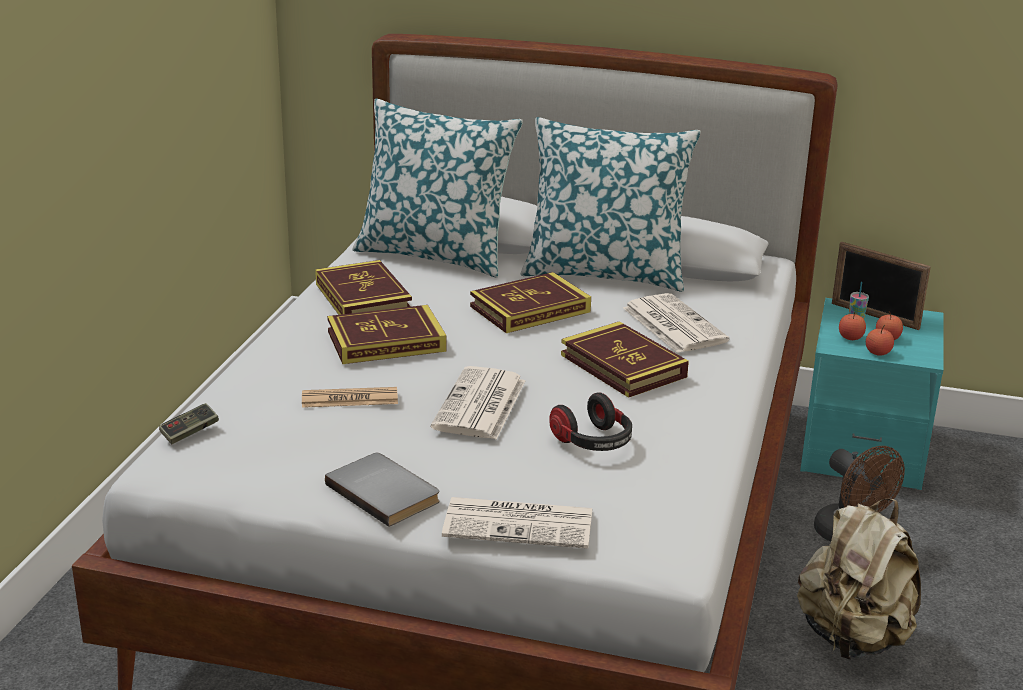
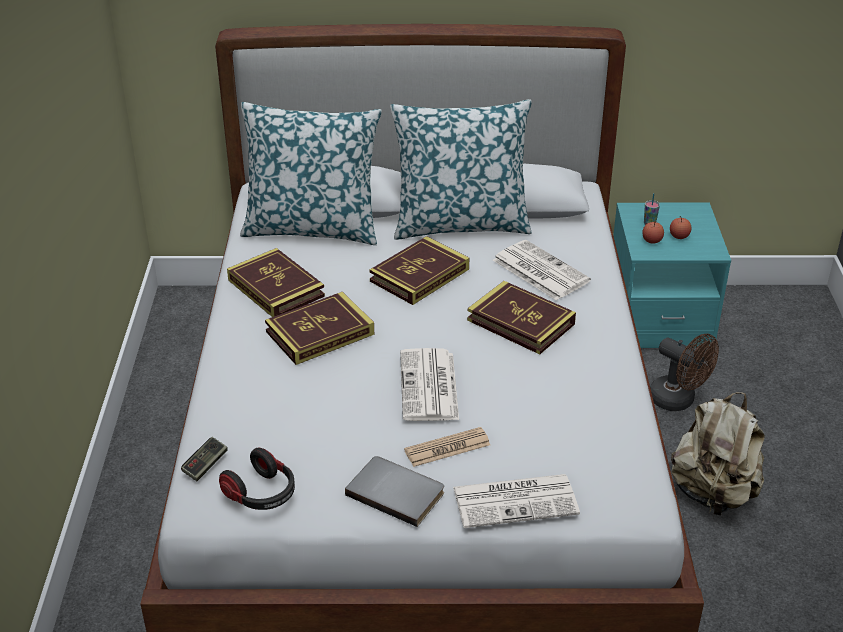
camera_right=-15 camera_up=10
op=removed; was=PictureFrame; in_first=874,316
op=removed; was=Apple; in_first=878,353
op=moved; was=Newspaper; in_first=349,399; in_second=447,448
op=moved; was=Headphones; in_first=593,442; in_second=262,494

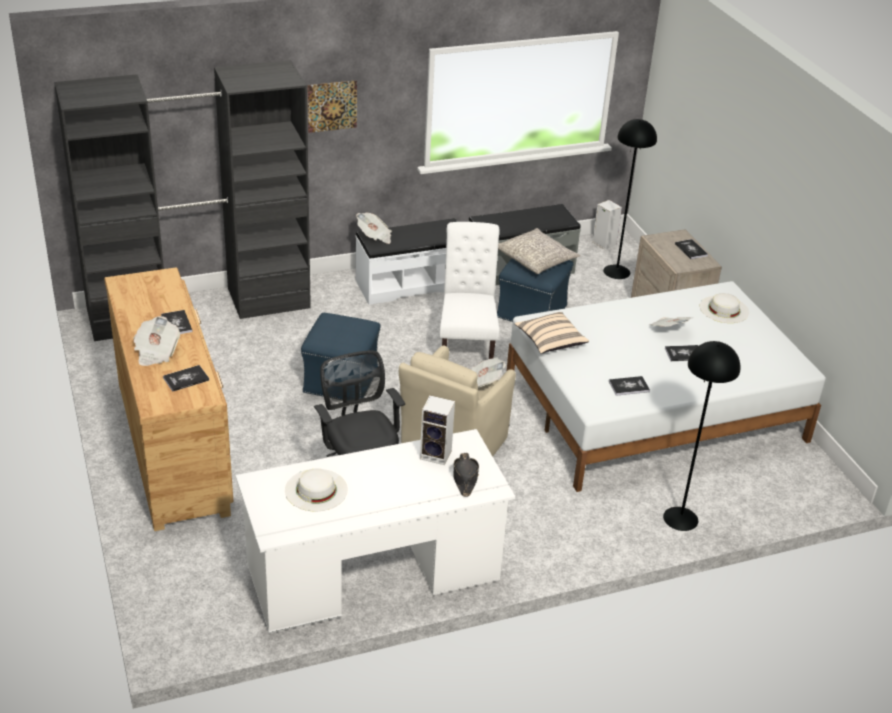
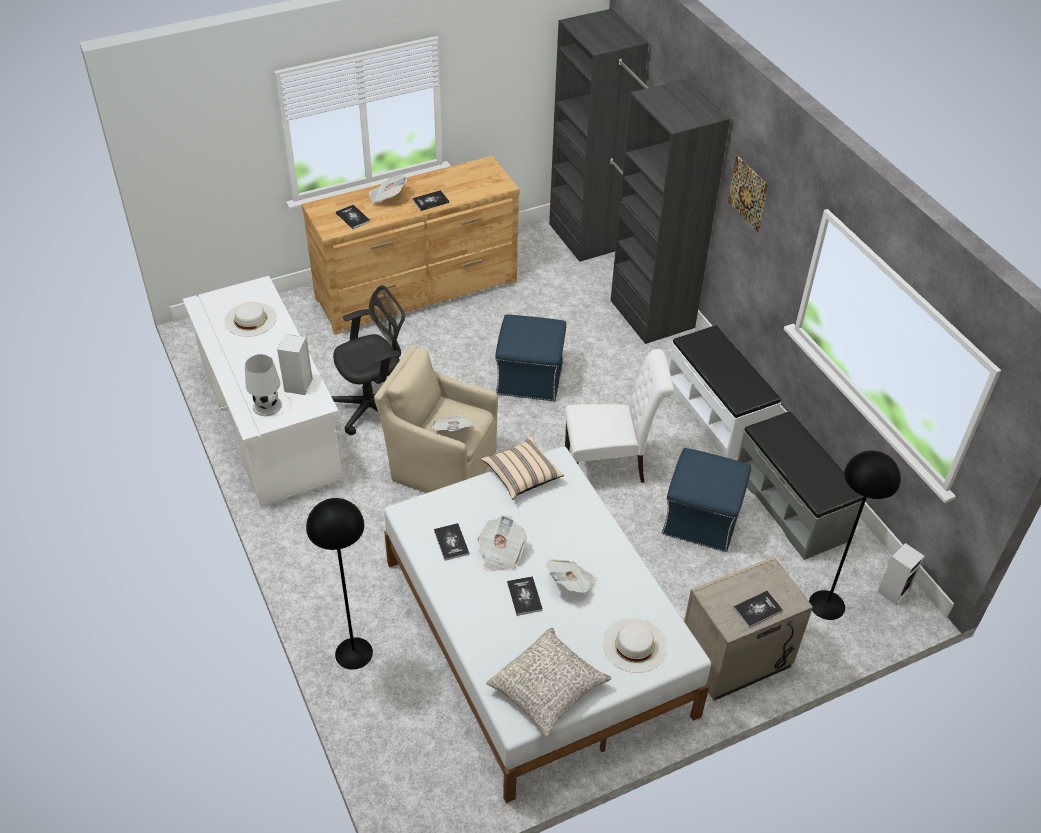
camera_right=85 camera_up=10
op=moved; was=Newspaper; in_first=374,237; in_second=500,553
op=moved; was=GreyPillow; in_first=536,259; in_second=547,688
op=replaced; was=BlackHat; now=WhiteTableLamp; in_first=465,478; in_second=266,405

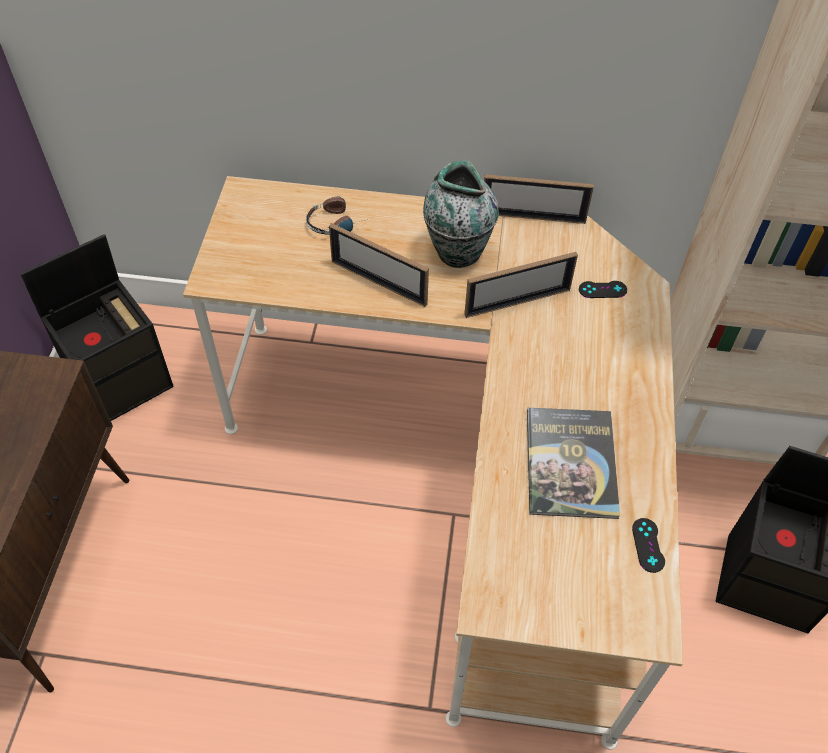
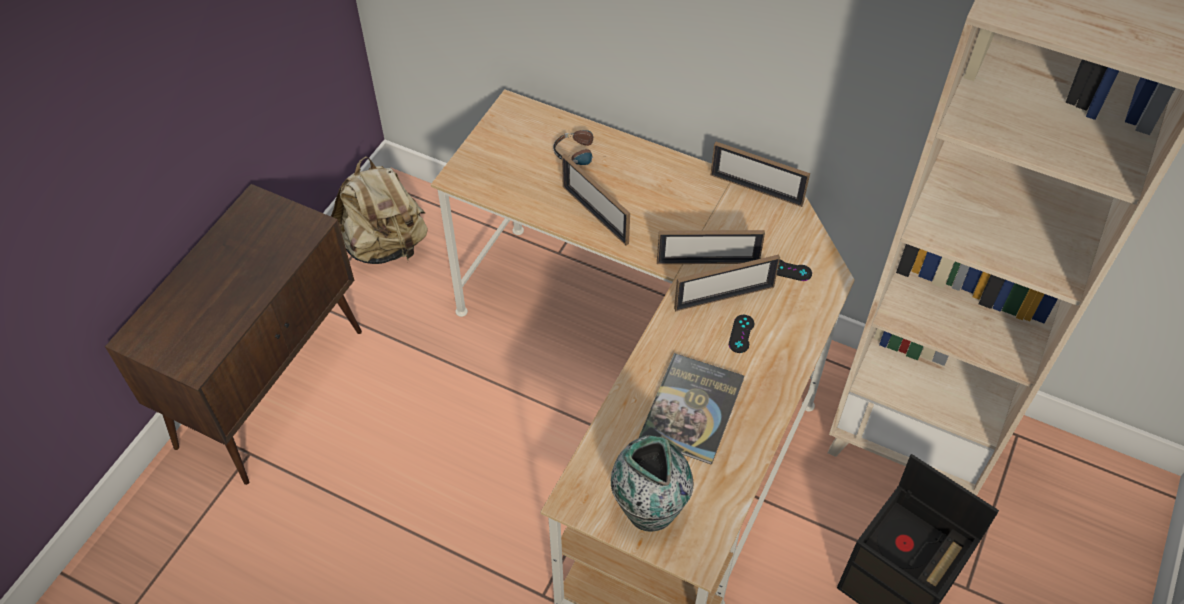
camera_right=20 camera_up=0
op=moved; was=Vase; in_first=457,251; in_second=649,508
op=replaced; was=BlackStorageBox; now=BeigeBackpack; in_first=123,381; in_second=384,245
op=moved; was=BlackGameController; in_first=648,545; in_second=741,334
op=added; now=PictureFrame; in_second=724,297

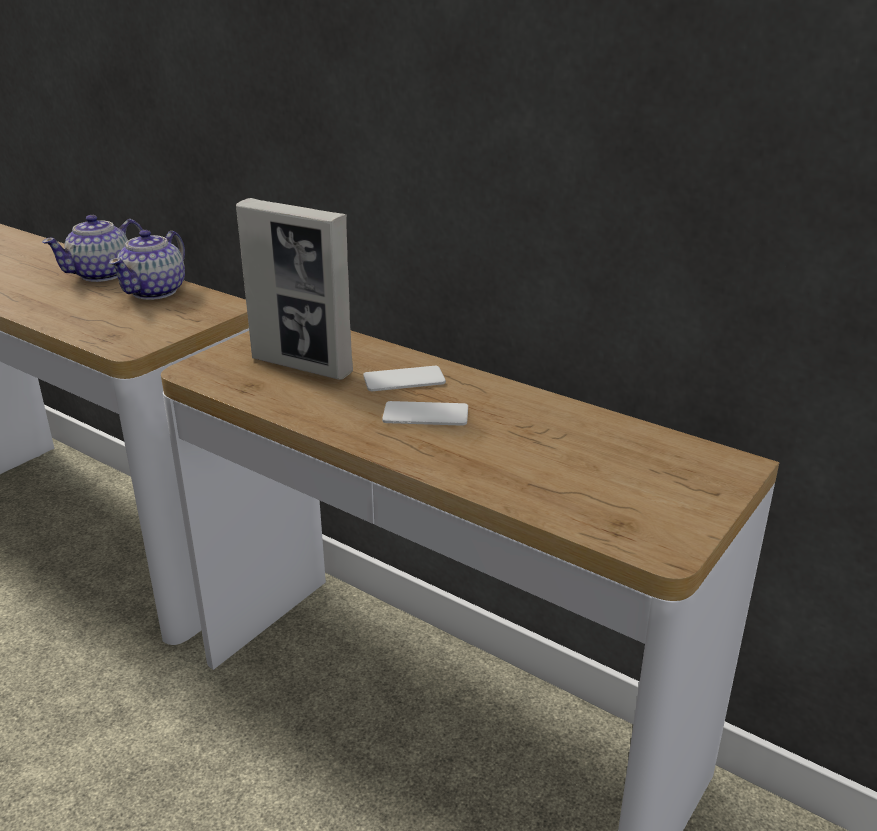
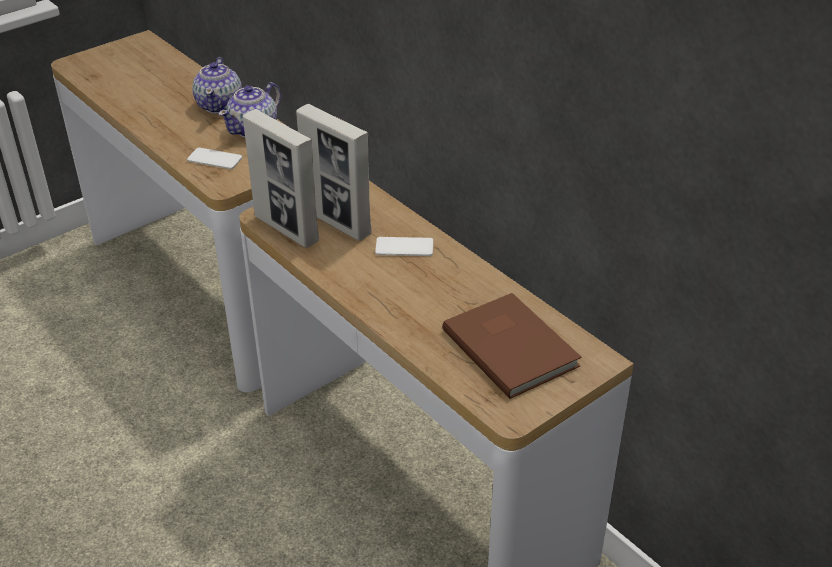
camera_right=15 camera_up=10
op=turned; was=Teapot; in_first=103,274; in_second=220,105; clockwise=-60
op=moved; was=Phone; in_first=425,415; in_second=214,159
op=added; now=PictureFrame; in_second=286,229
op=added; now=BrownBook; in_second=511,345

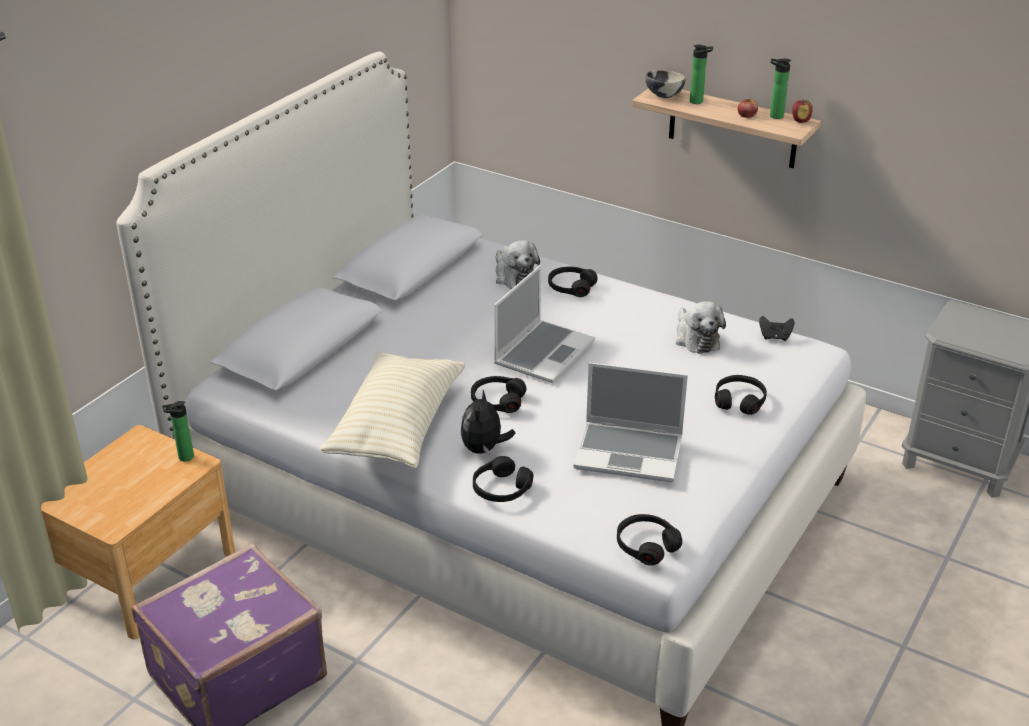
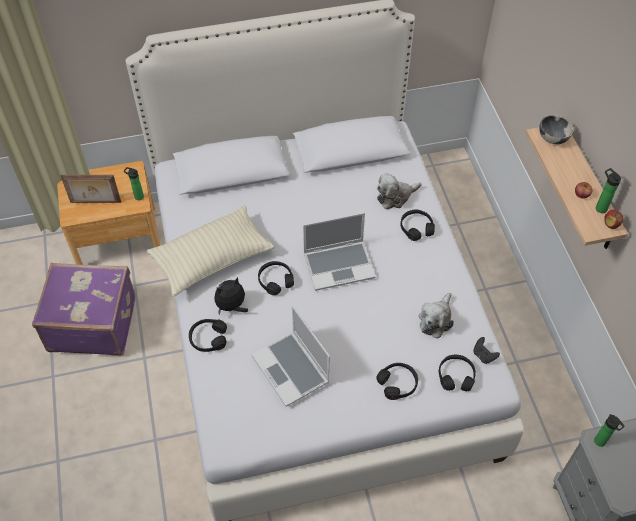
camera_right=45 camera_up=20
op=moved; was=Bottle; in_first=698,102; in_second=601,443
op=turned; was=PlushToy; in_first=514,276; in_second=395,197; clockwise=45
op=moved; was=BlackHeadphones; in_first=646,545; in_second=456,376
op=added; now=PictureFrame; in_second=95,203

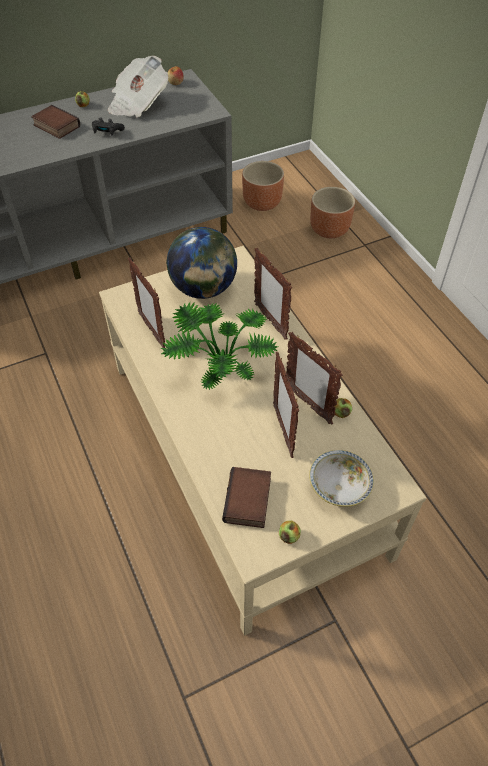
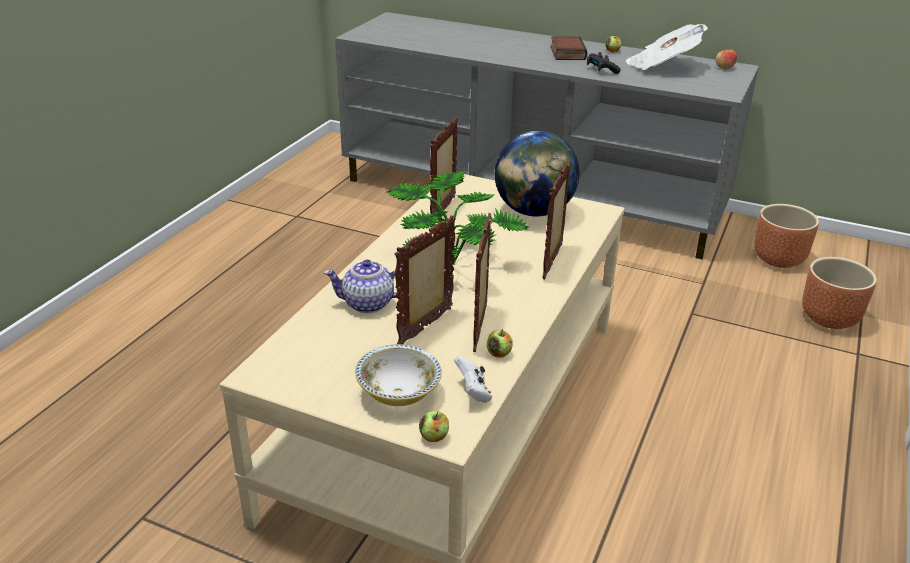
camera_right=50 camera_up=-20
op=removed; was=Book; in_first=249,501
op=moved; was=Apple; in_first=289,536; in_second=434,437
op=added; now=Teapot; in_second=369,304
op=added; now=WhiteGameController; in_second=473,392

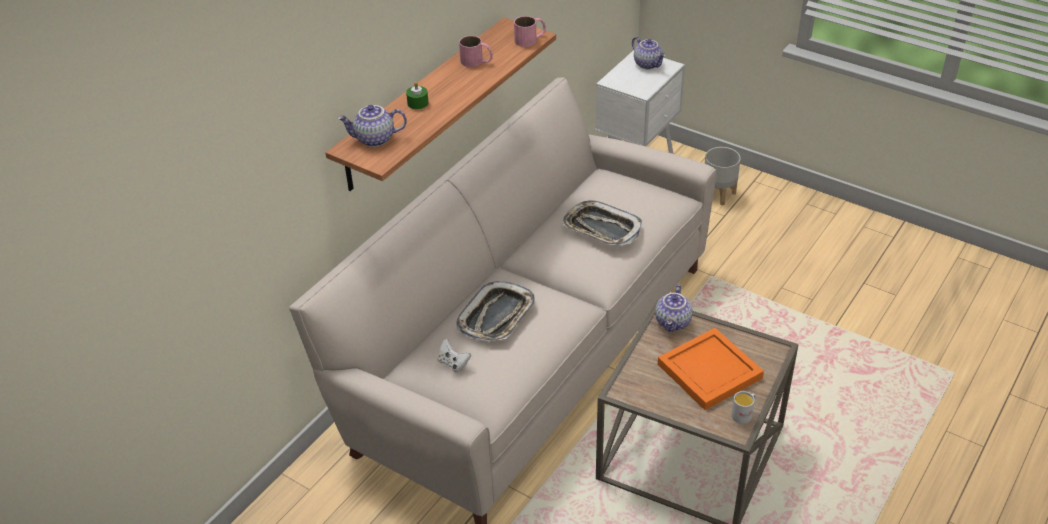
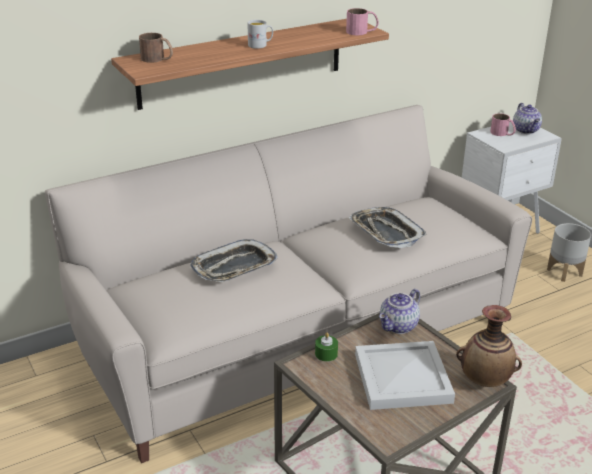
camera_right=25 camera_up=-10
op=moved; was=PinkMug; in_first=477,61; in_second=502,133
op=moved; was=GreenCandle; in_first=418,103; in_second=326,354
op=replaced; was=Teapot; now=BrownMug; in_first=374,140; in_second=157,59
op=recoloured; was=OrangeTray; now=WhiteTray; in_first=707,371; in_second=401,377
op=removed; was=WhiteGameController; in_first=453,363
op=moved; was=WhiteMug; in_first=744,414; in_second=260,45
op=added; now=Vase; in_second=485,380

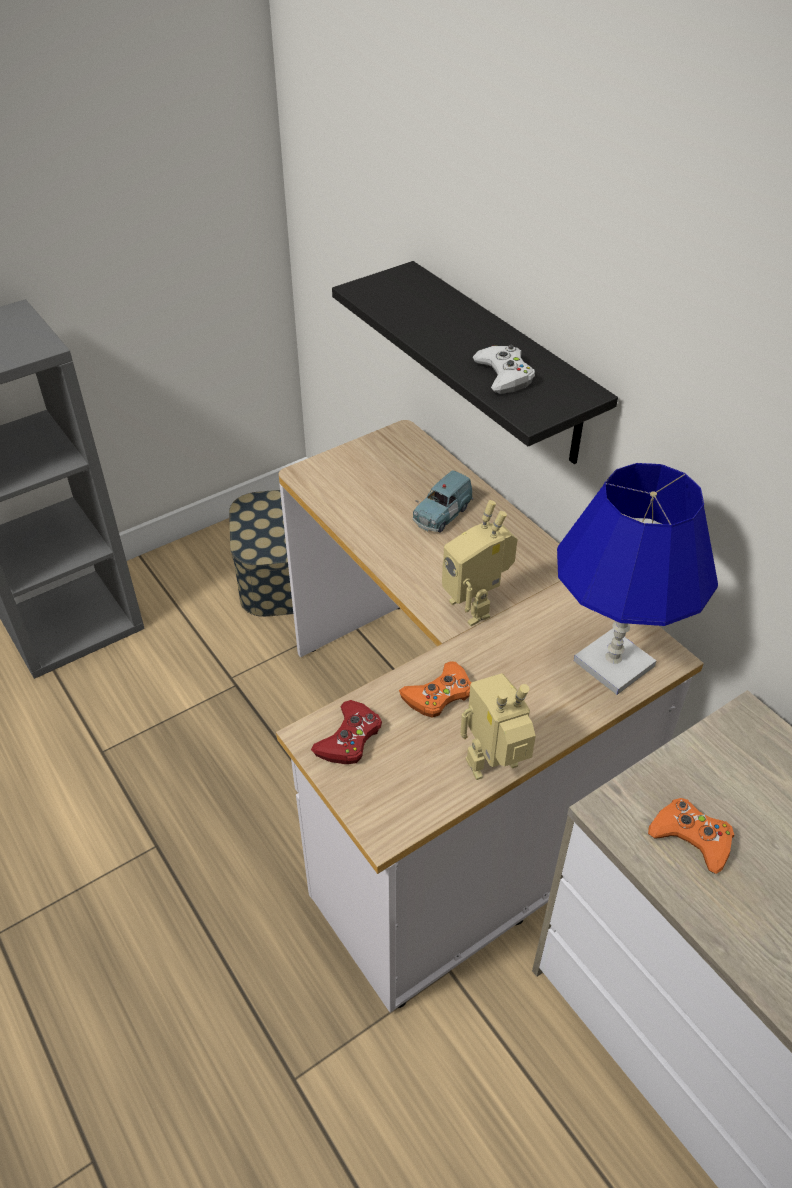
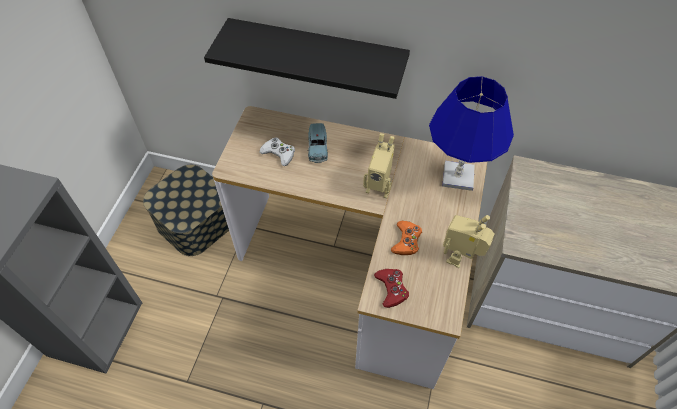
camera_right=-40 camera_up=10
op=moved; was=WhiteGameController; in_first=504,375; in_second=279,153
op=removed; was=OrangeGameController; in_first=691,838

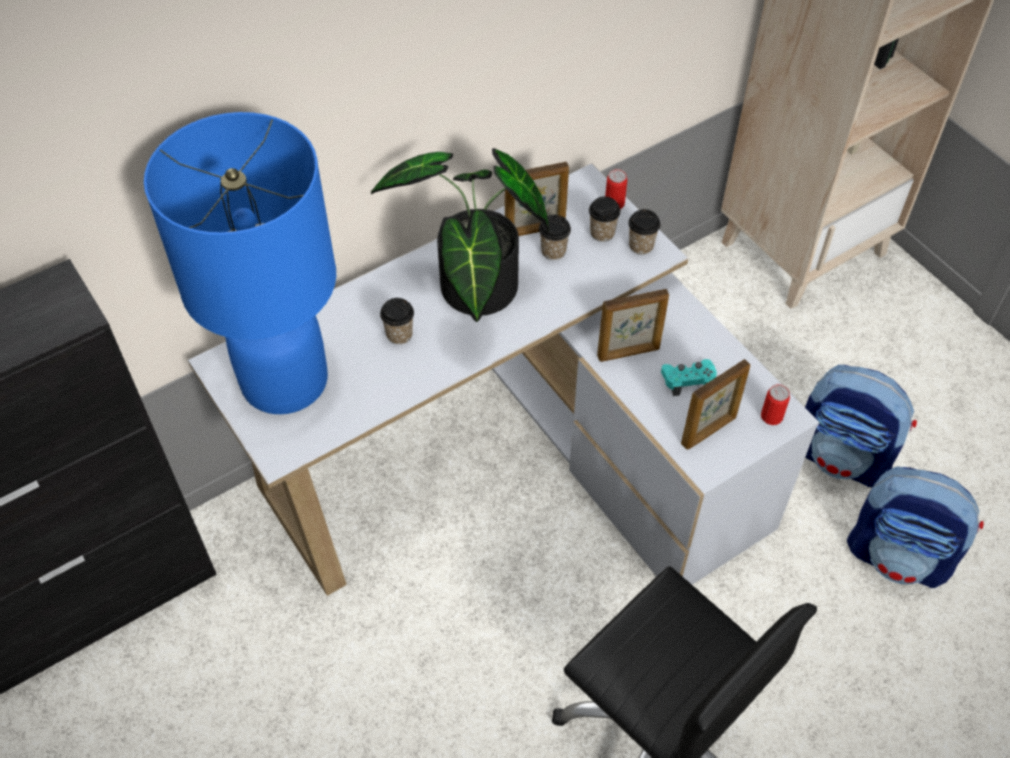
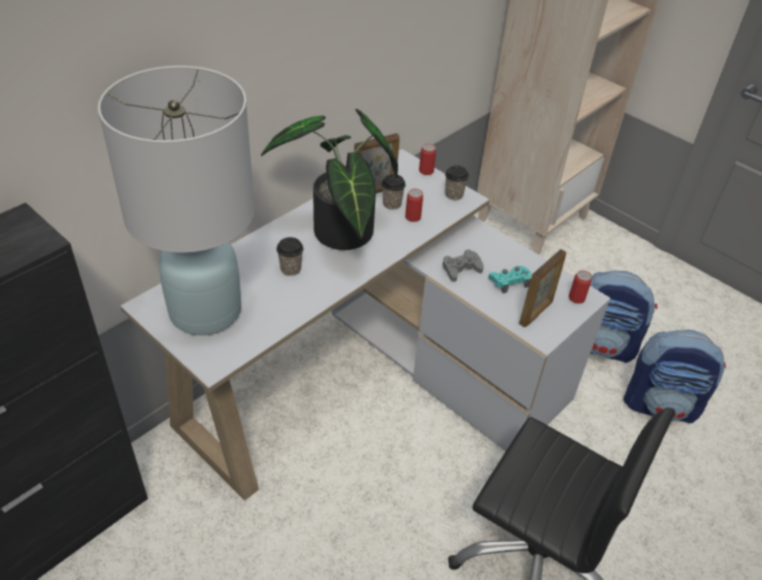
camera_right=-15 camera_up=-10
op=recoloured; was=BlueTableLamp; now=WhiteTableLamp; in_first=283,380; in_second=204,311
op=removed; was=Cup; in_first=602,233
op=replaced; was=PictureFrame; now=GreyGameController; in_first=629,353; in_second=461,269
op=added; now=Can; in_second=413,217

